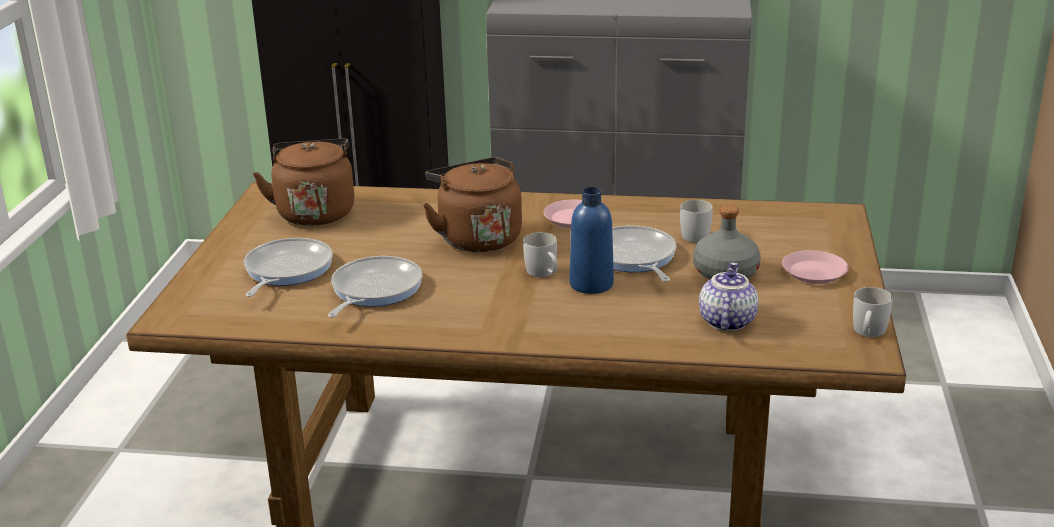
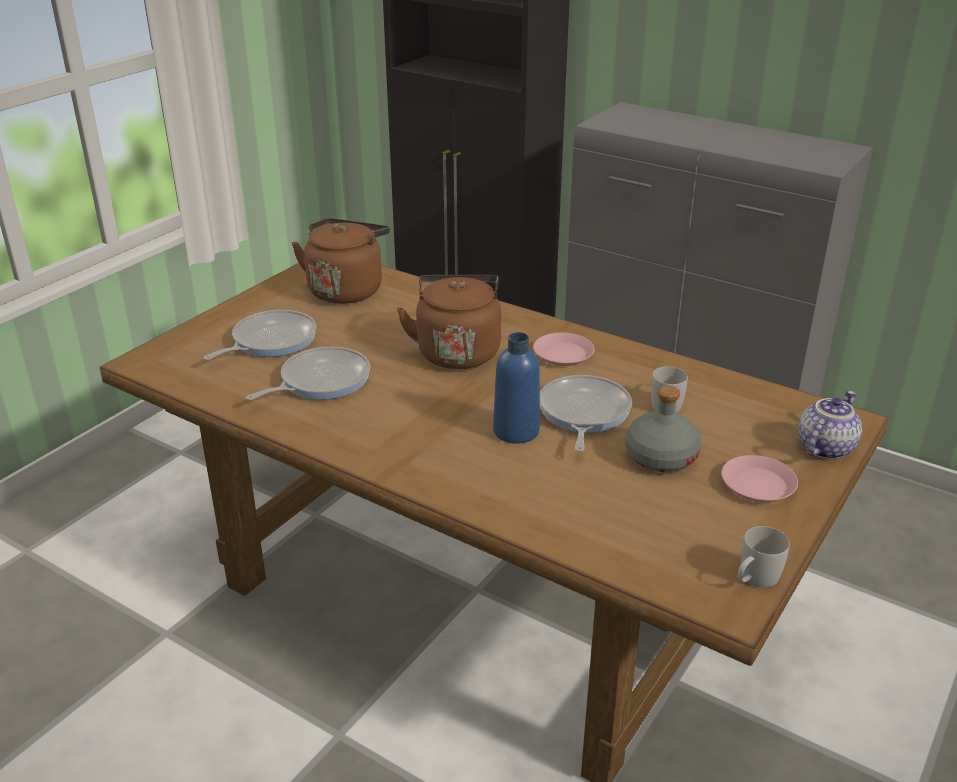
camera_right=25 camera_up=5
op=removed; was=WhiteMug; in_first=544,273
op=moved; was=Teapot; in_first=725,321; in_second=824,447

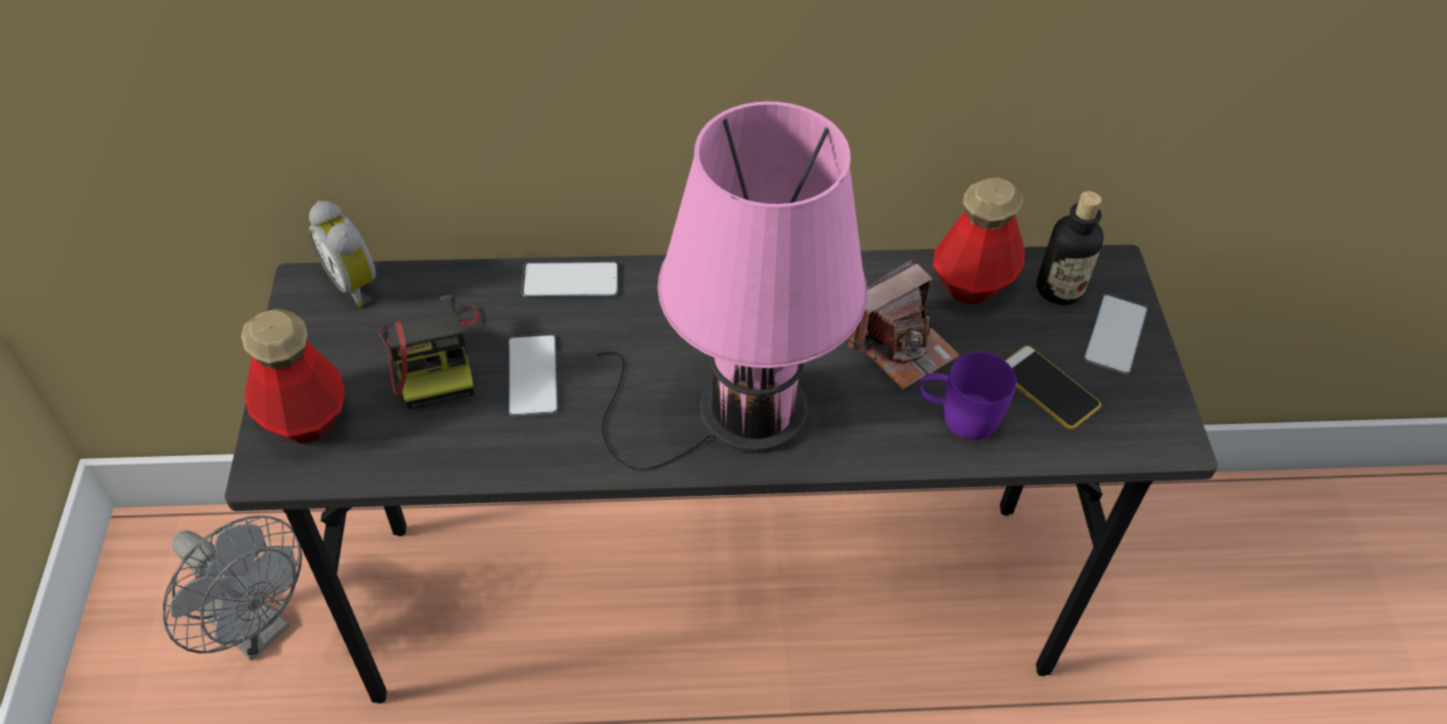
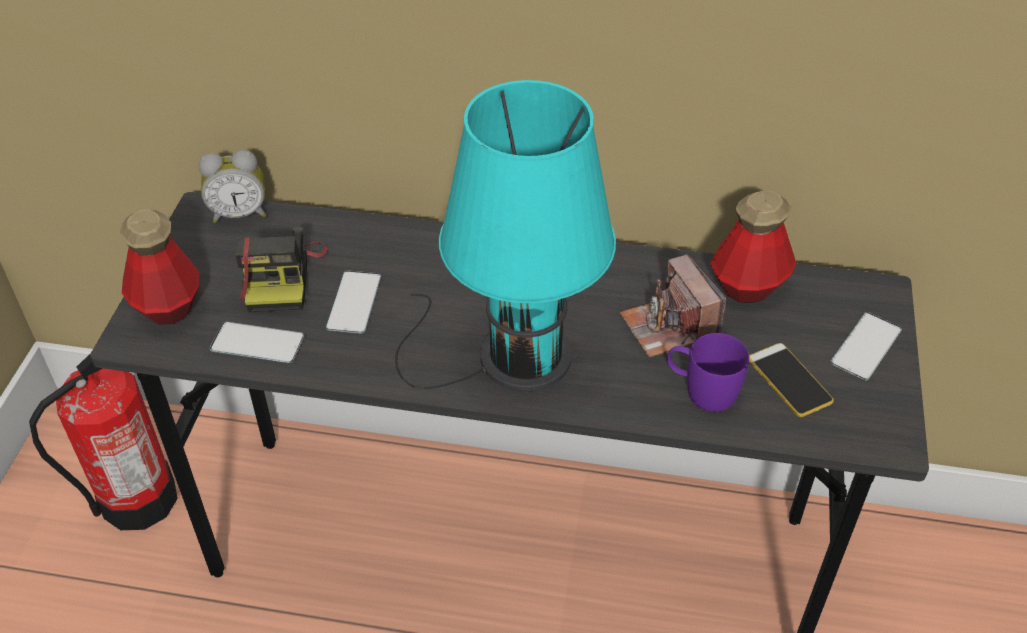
camera_right=15 camera_up=-5
op=recoloured; was=PinkTableLamp; now=TurquoiseTableLamp; in_first=739,411; in_second=513,356
op=removed; was=Bottle; in_first=1059,289
op=turned; was=AlarmClock; in_first=356,282; in_second=239,213; clockwise=-75
op=turned; was=PhotoCamera; in_first=901,346; in_second=669,327; clockwise=90
op=moved; was=Phone; in_first=570,280; in_second=257,343
op=replaced; was=GreyFan; now=FireExtinguisher; in_first=256,628; in_second=137,499

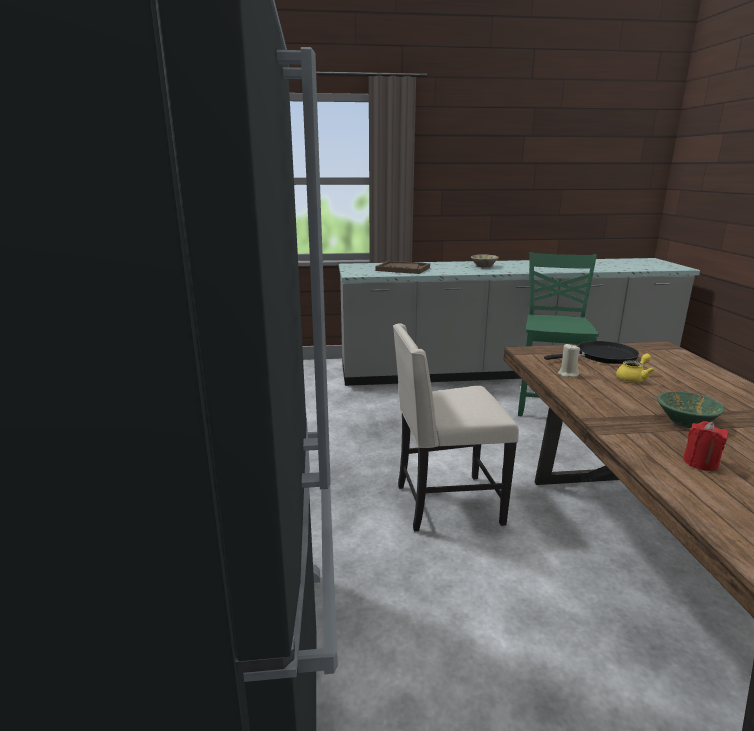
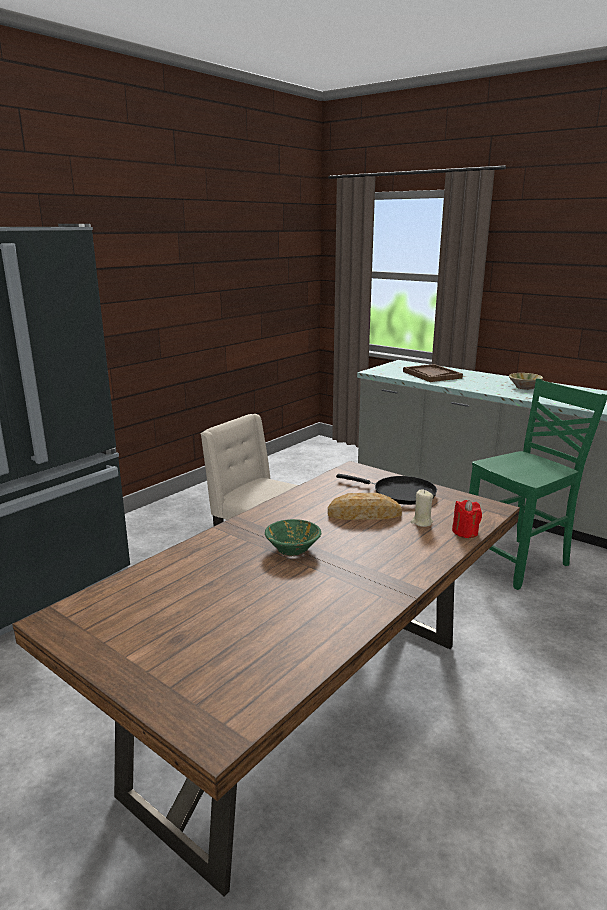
camera_right=45 camera_up=0
op=moved; was=BeigeCandle; in_first=567,374; in_second=421,522
op=replaced; was=YellowTeapot; now=Bread; in_first=633,378; in_second=364,514
op=moved; was=RedCandle; in_first=700,463; in_second=465,532

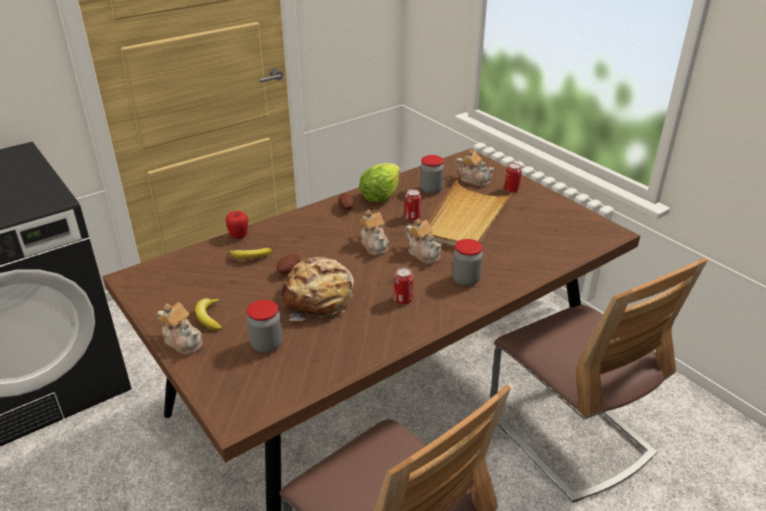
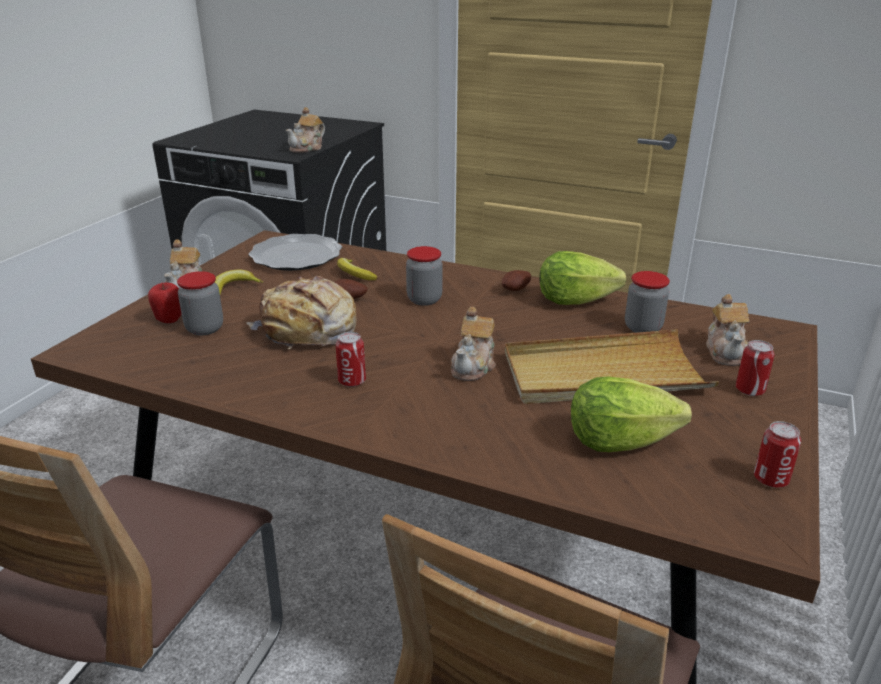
camera_right=60 camera_up=-5
op=moved; was=Can; in_first=412,217; in_second=770,479
op=moved; was=Teapot; in_first=374,245; in_second=307,148
op=moved; was=Apple; in_first=239,236; in_second=169,320
op=moved; was=Jar; in_first=466,280; in_second=424,299
op=added; now=Plate; in_second=296,256
op=added; now=Lettuce; in_second=618,441

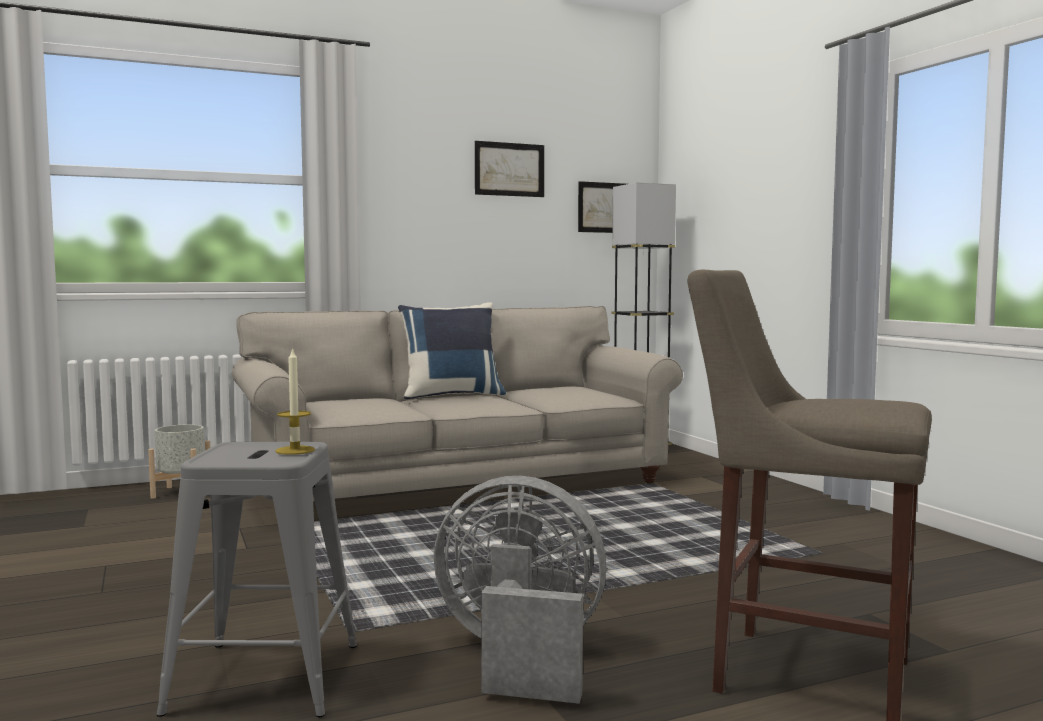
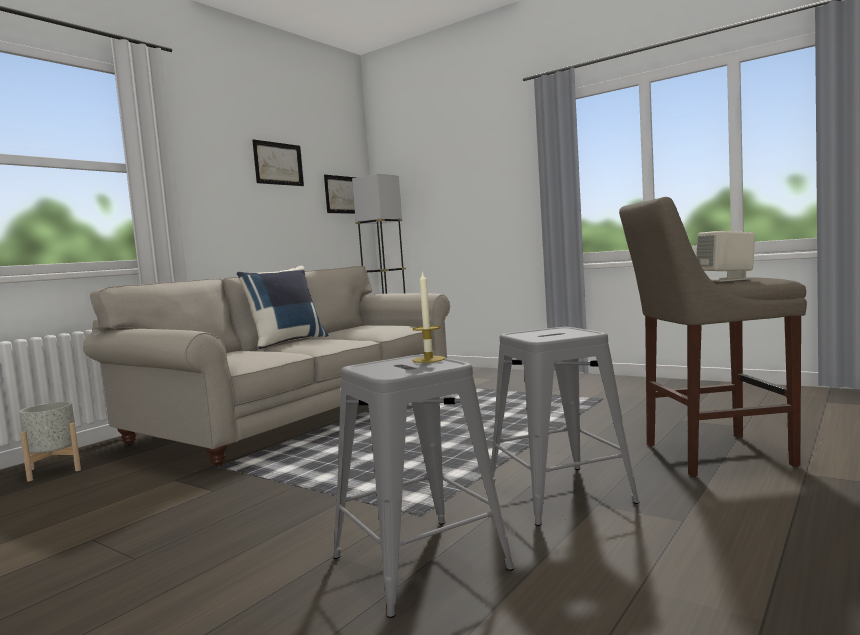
camera_right=-30 camera_up=0
op=replaced; was=GreyFan; now=GreyStool; in_first=520,657; in_second=560,493
op=added; now=BeigeSpeaker; in_second=726,280

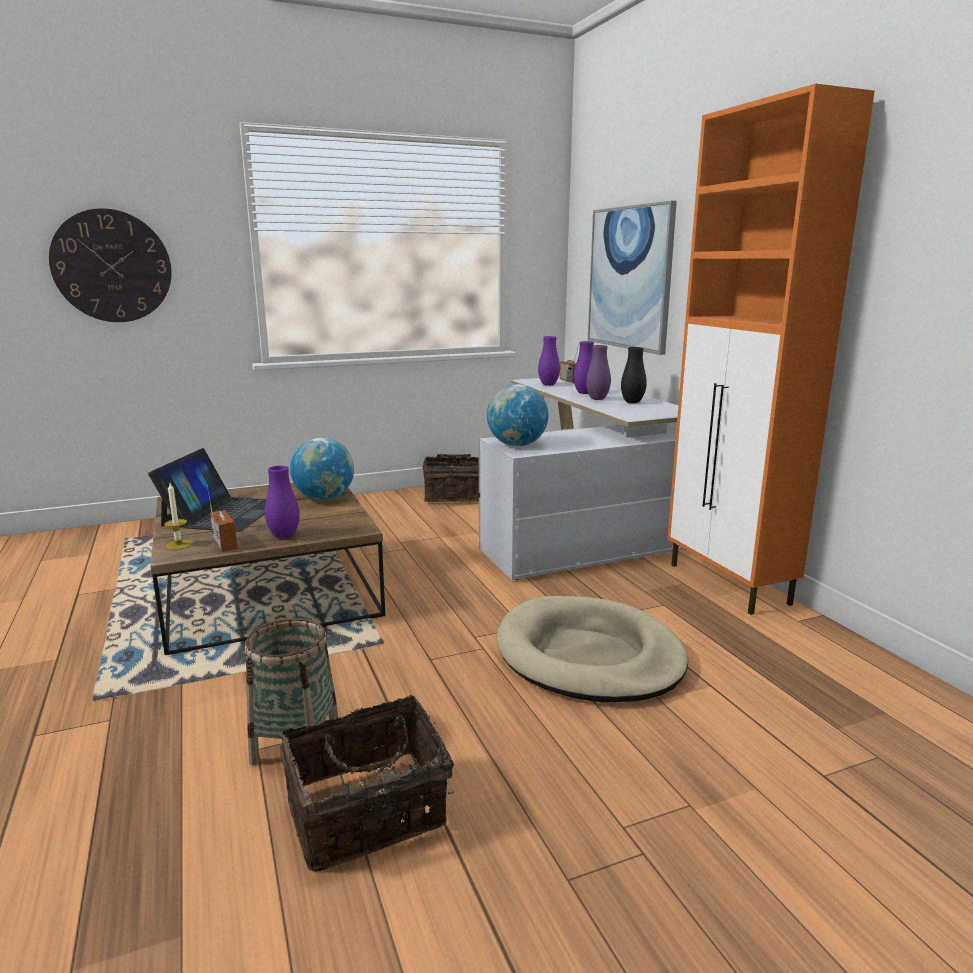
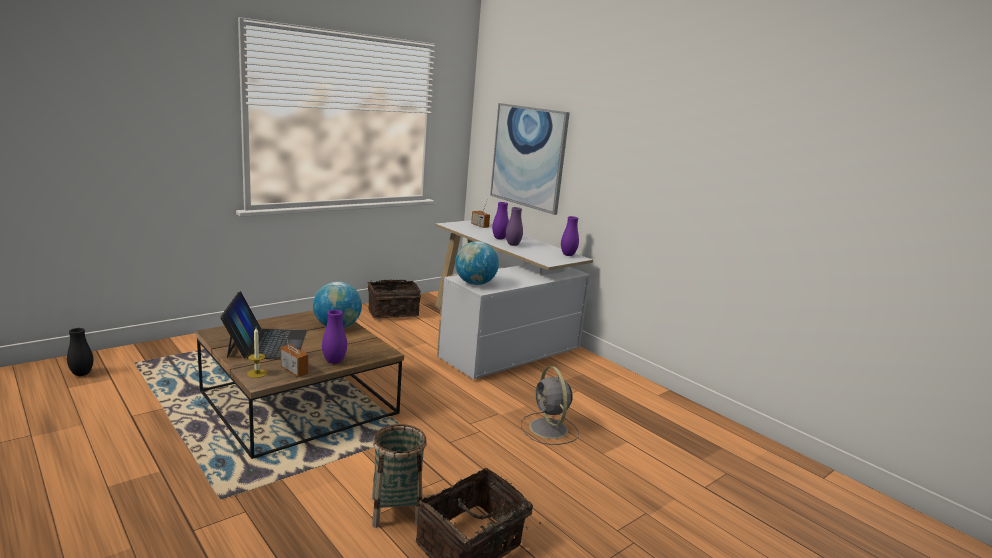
camera_right=-20 camera_up=0
op=removed; was=OrangeCabinet; in_first=729,584
op=removed; was=WallClock; in_first=112,266
op=moved; was=PurpleVase; in_first=548,384; in_second=568,255
op=moved; was=BlackVase; in_first=632,402; in_second=82,374
op=replaced; was=BeigeDogBed; now=GreyFan; in_first=589,656; in_second=549,429

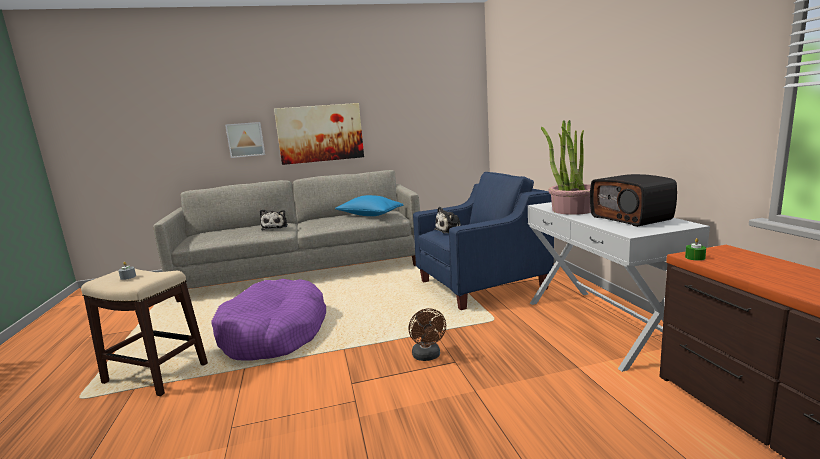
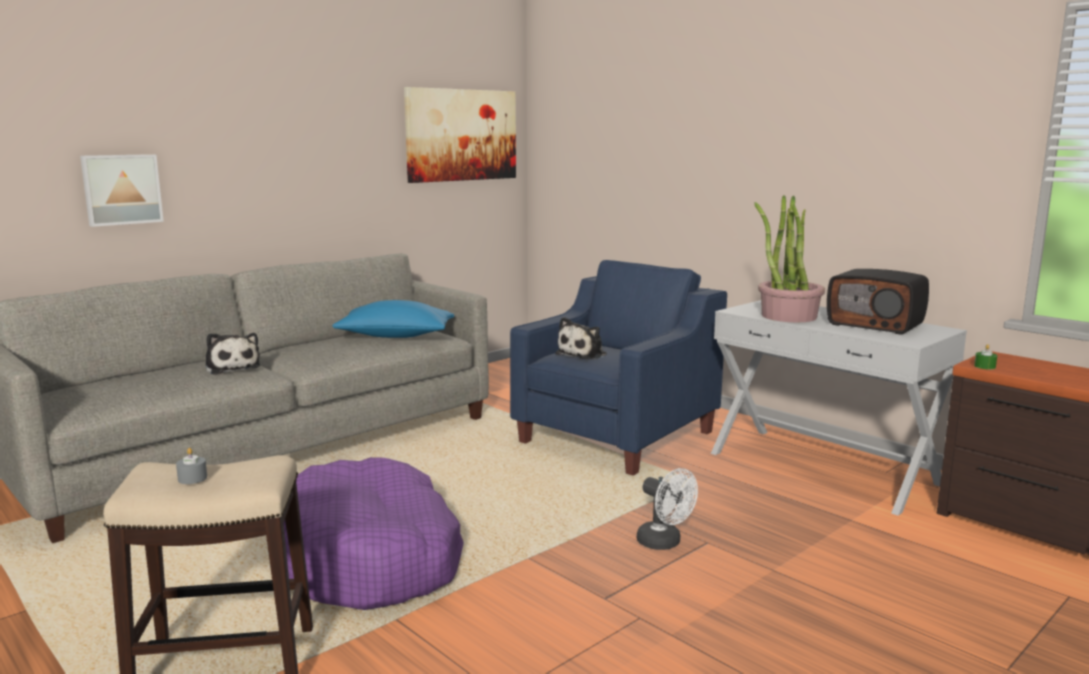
camera_right=-30 camera_up=0
op=moved; was=Picture; in_first=320,133; in_second=462,135
op=recoloured; was=BrownFan; now=WhiteFan; in_first=427,356; in_second=664,543

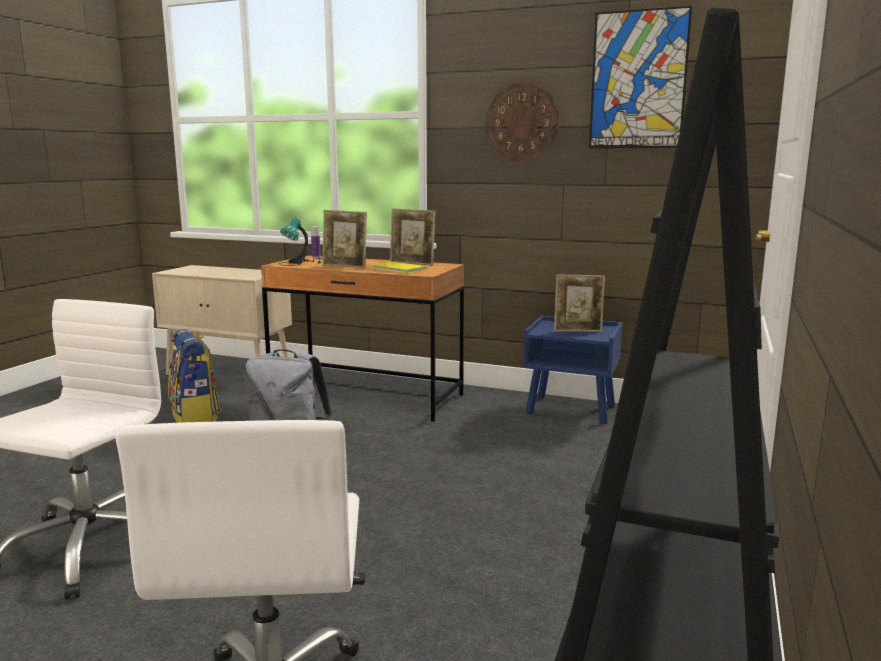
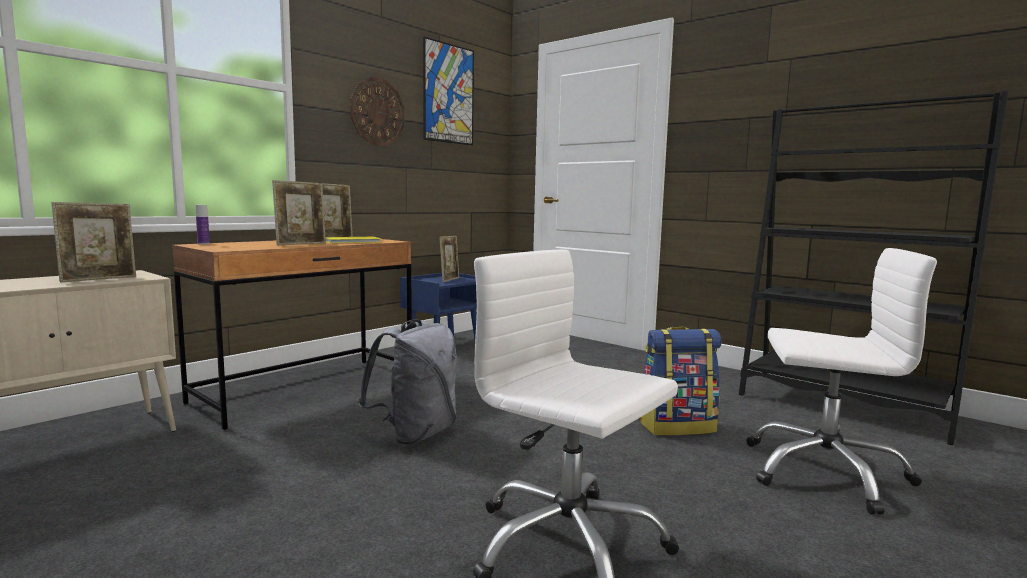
camera_right=-70 camera_up=-5
op=removed; was=TableLamp; in_first=304,262
op=moved; was=Backpack; in_first=195,417; in_second=677,426
op=added; now=PictureFrame; in_second=99,279

